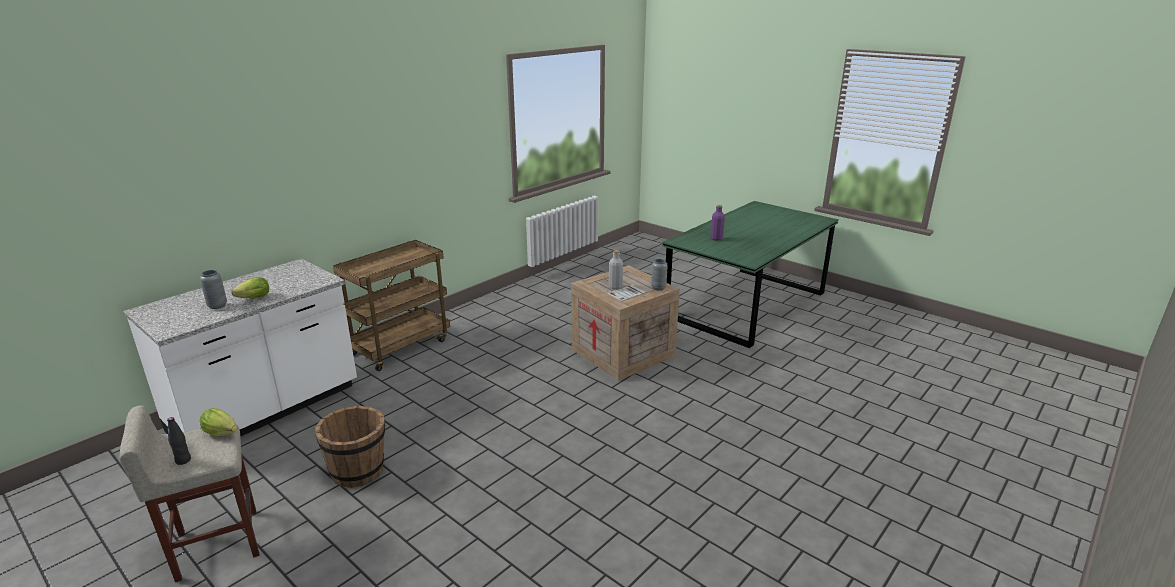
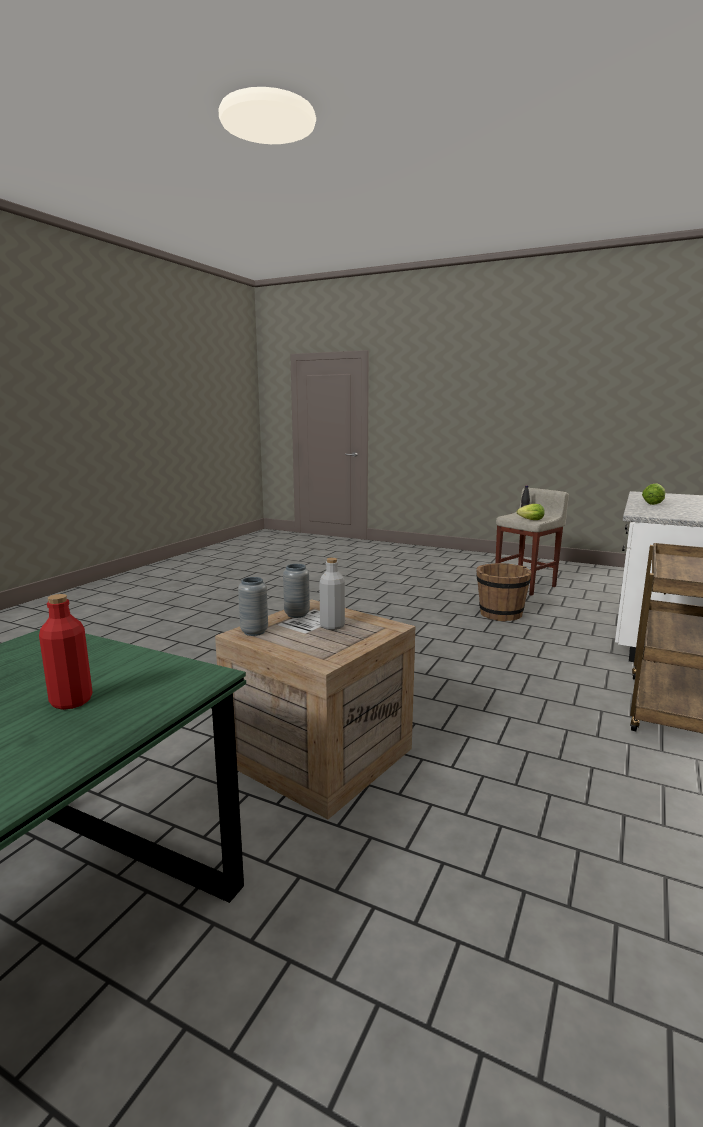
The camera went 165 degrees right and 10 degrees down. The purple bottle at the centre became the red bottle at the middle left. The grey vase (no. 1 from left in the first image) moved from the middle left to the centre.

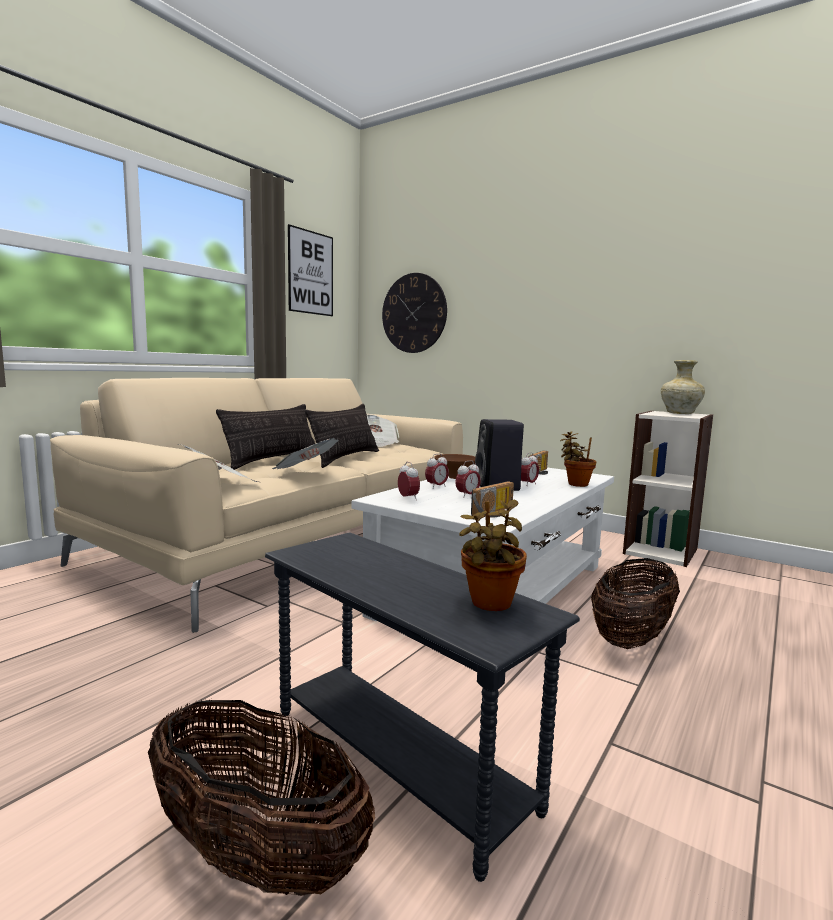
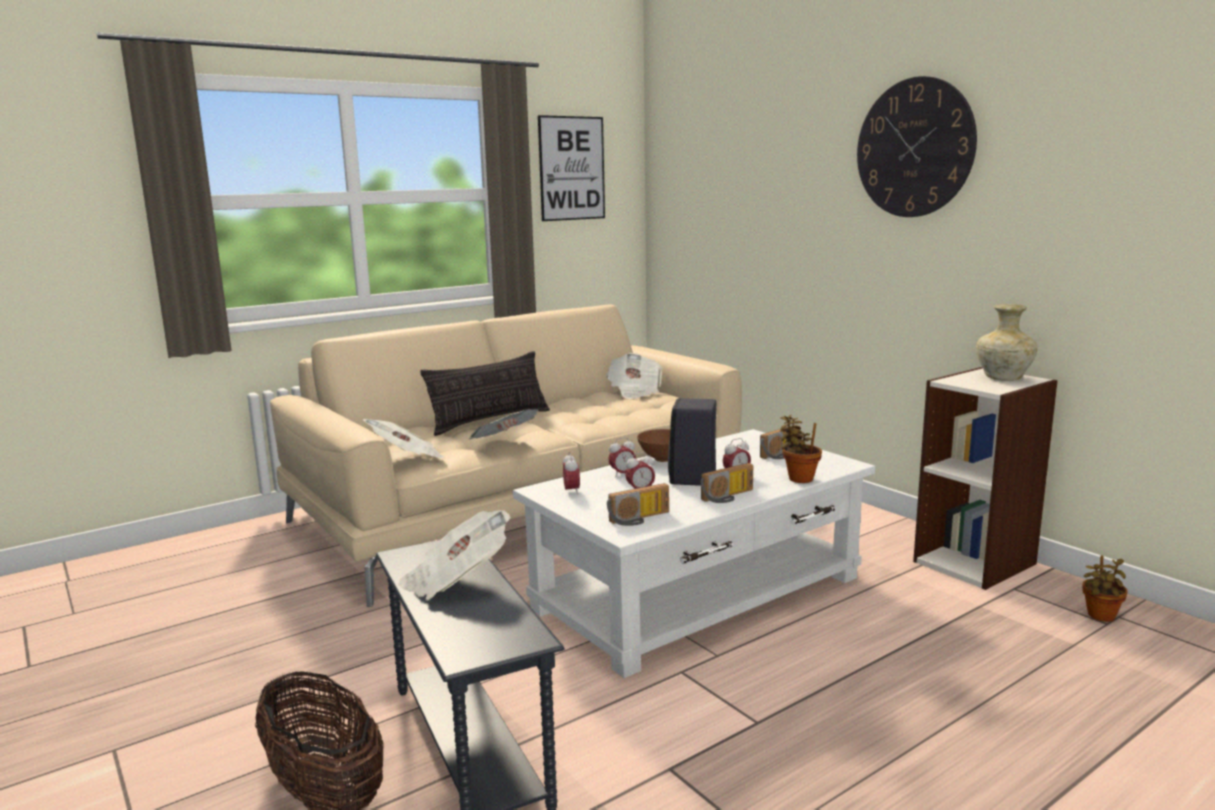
The camera went 20 degrees right and 5 degrees up. The wall clock moved from the centre to the top right. The pillow (no. 2 from left) at the centre disappeared. The potted plant (no. 1 from left in the first image) moved from the centre to the bottom right. The basket (no. 2 from left) at the middle right disappeared. The radio (no. 2 from left) at the centre appeared. The newspaper (no. 2 from left) at the bottom centre appeared.

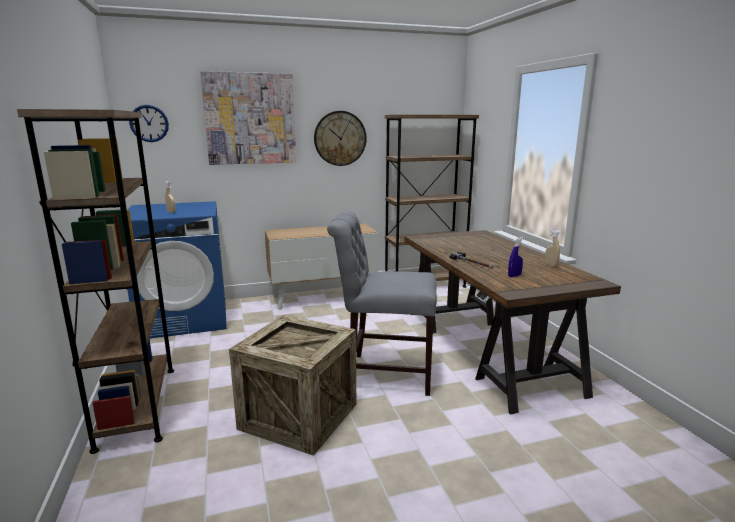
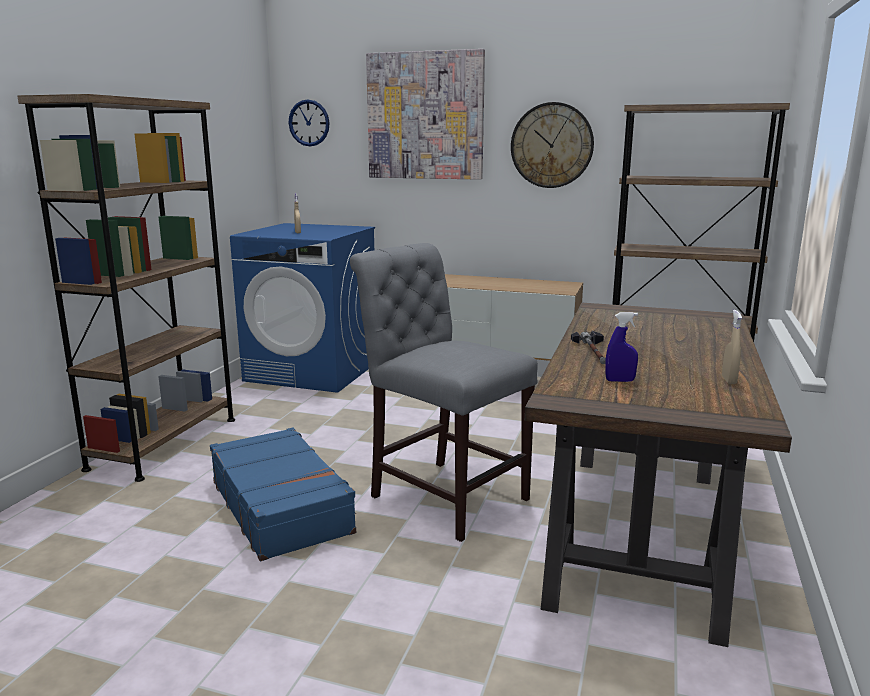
The camera went 35 degrees right and 0 degrees up. The crate at the bottom centre was replaced by the blue suitcase at the bottom left.

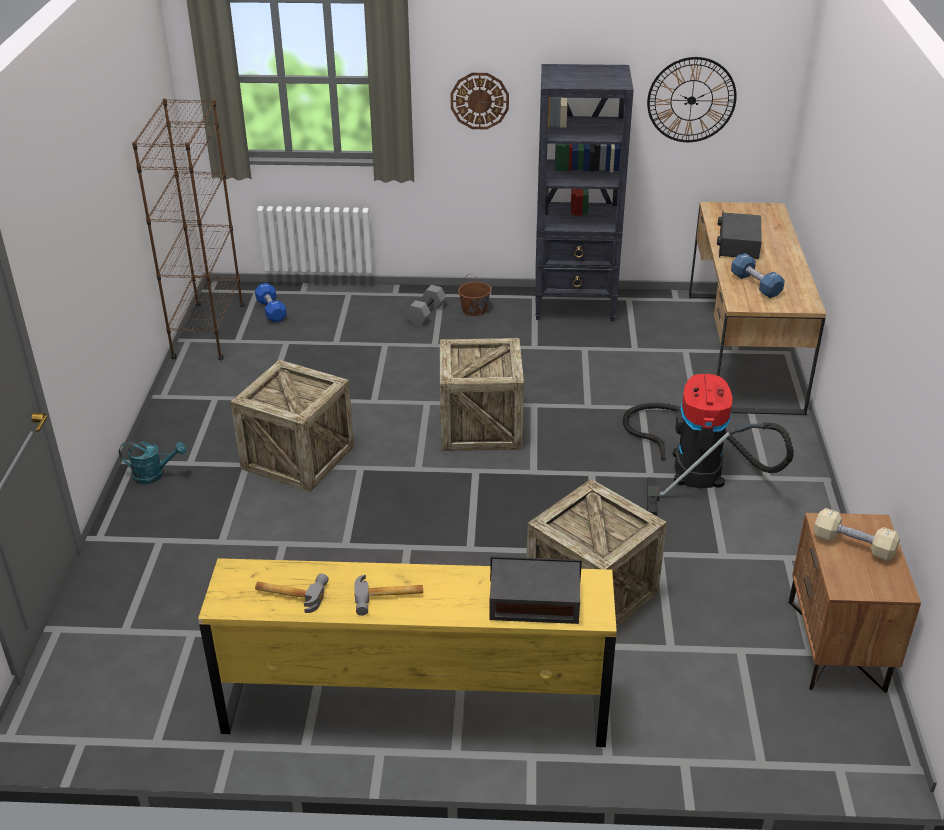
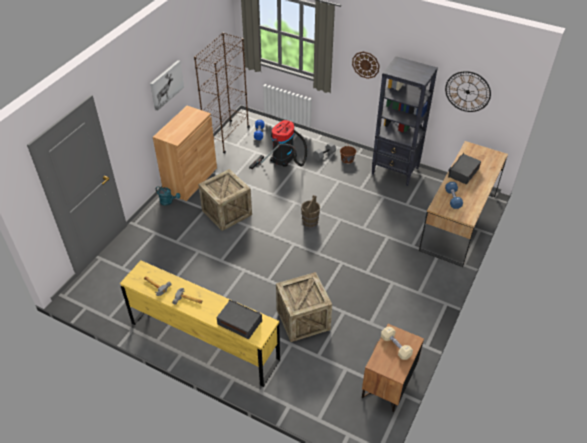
The camera went 25 degrees right and 10 degrees up. The crate (no. 2 from left) at the centre was replaced by the brown bucket (no. 1 from left) at the centre. The vacuum cleaner moved from the middle right to the top centre. The picture at the top left appeared. The brown cabinet at the middle left appeared.

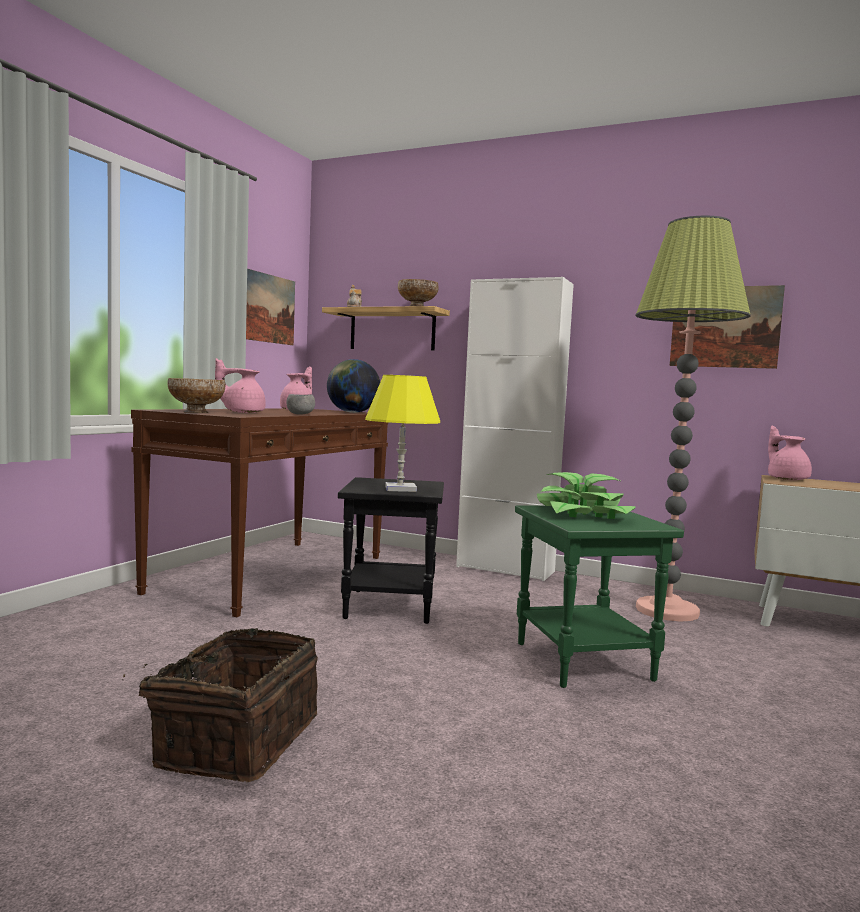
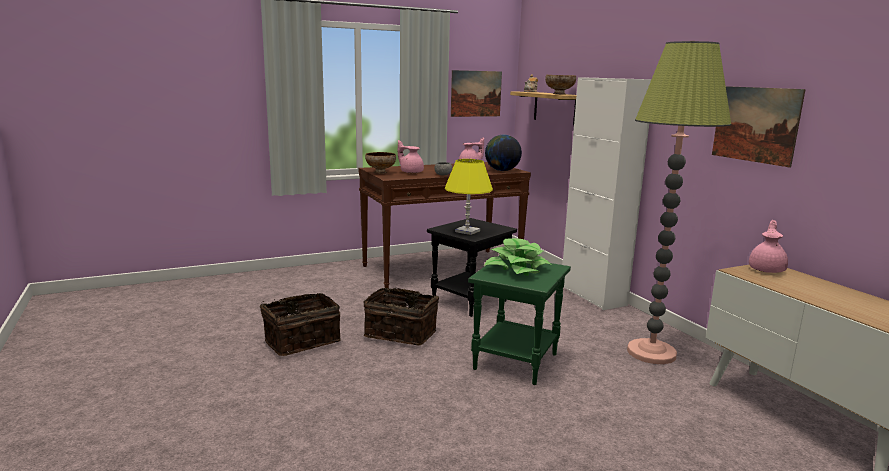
The camera went 40 degrees right and 10 degrees up. The basket (no. 2 from left) at the bottom centre appeared.

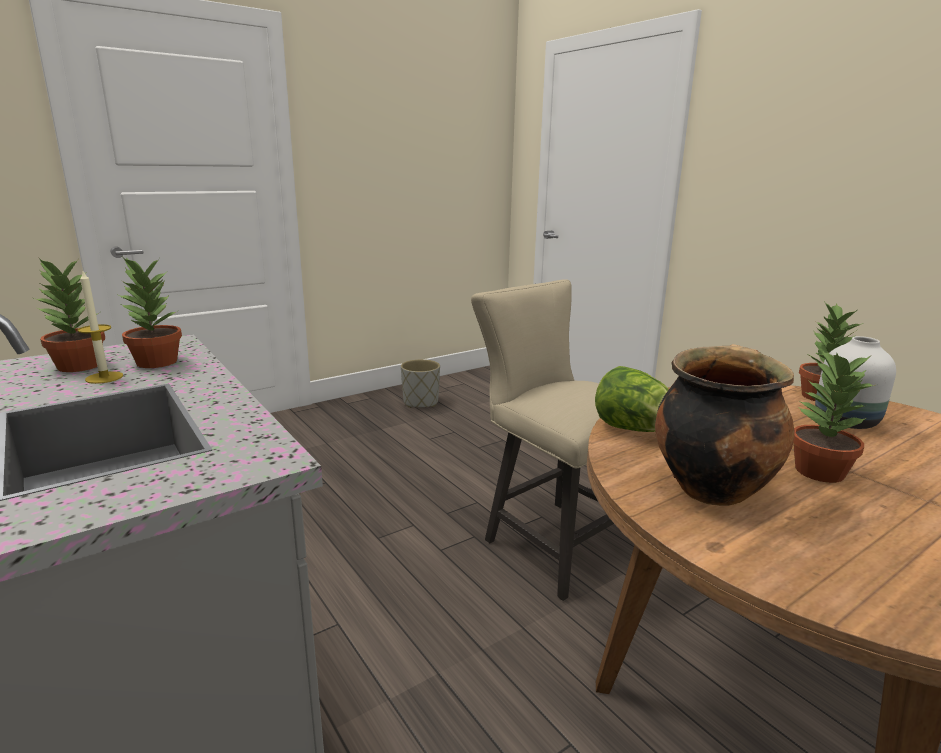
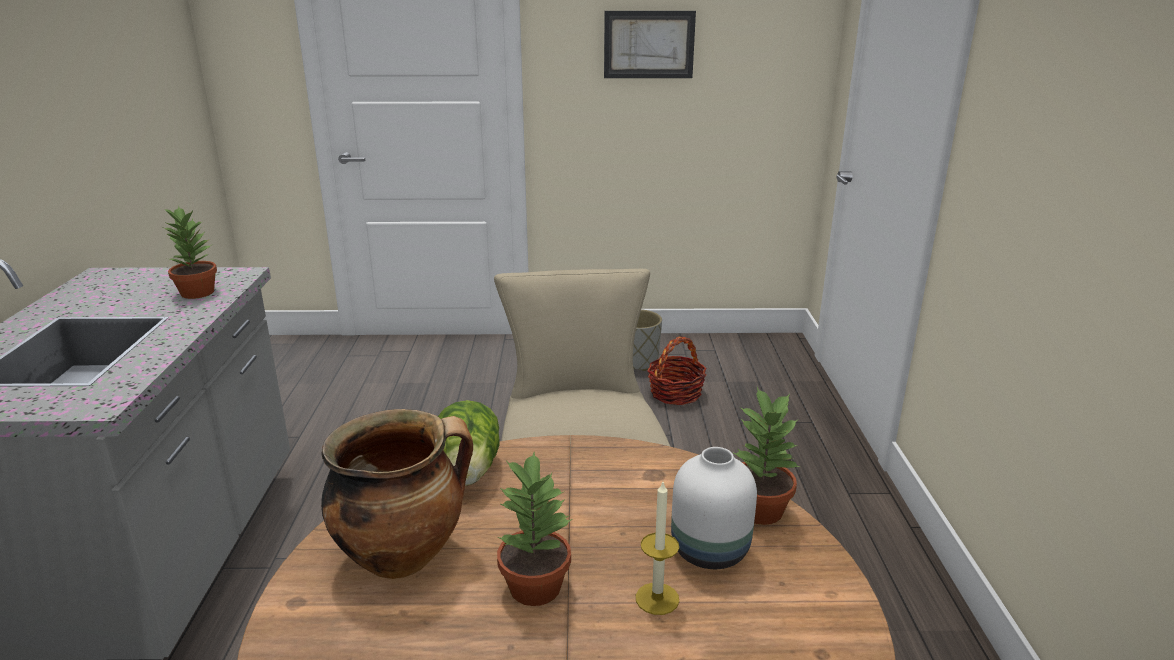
The camera went 35 degrees right and 5 degrees up. The potted plant (no. 1 from left) at the middle left disappeared. The candle moved from the middle left to the bottom centre. The picture at the top centre appeared. The basket at the centre appeared.

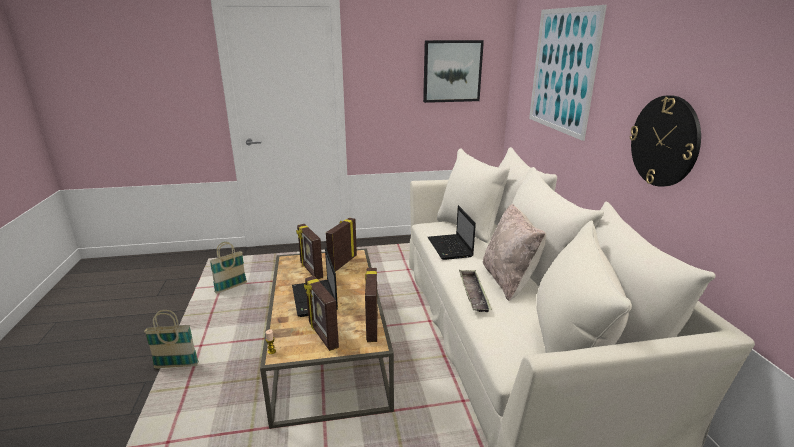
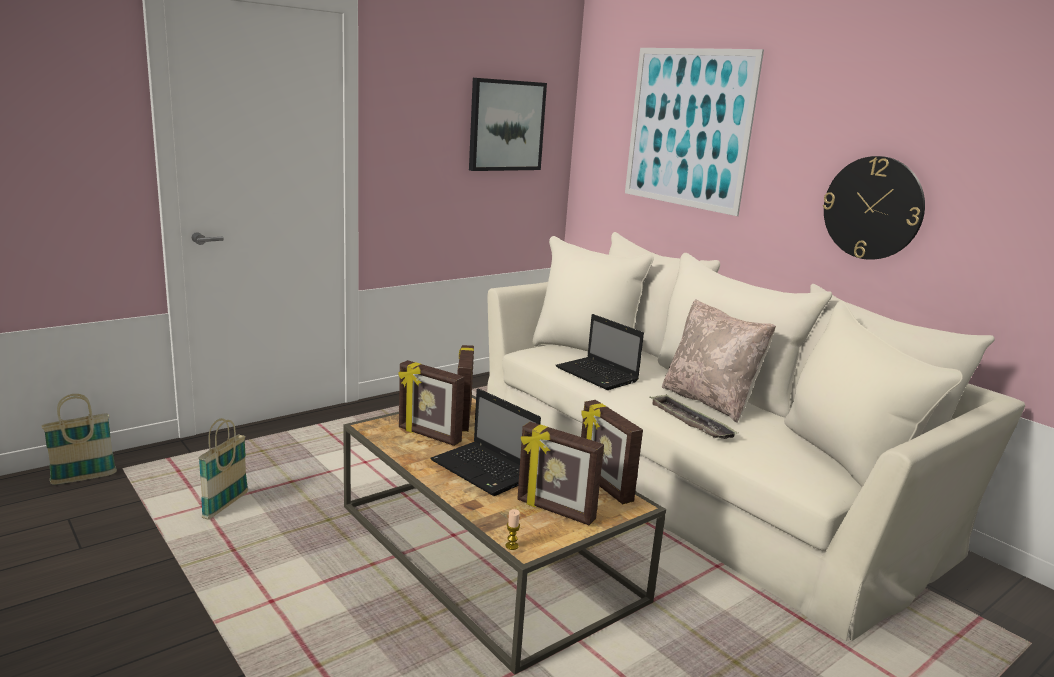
The camera went 30 degrees left and 5 degrees down. The basket (no. 1 from left) moved from the bottom left to the middle left.

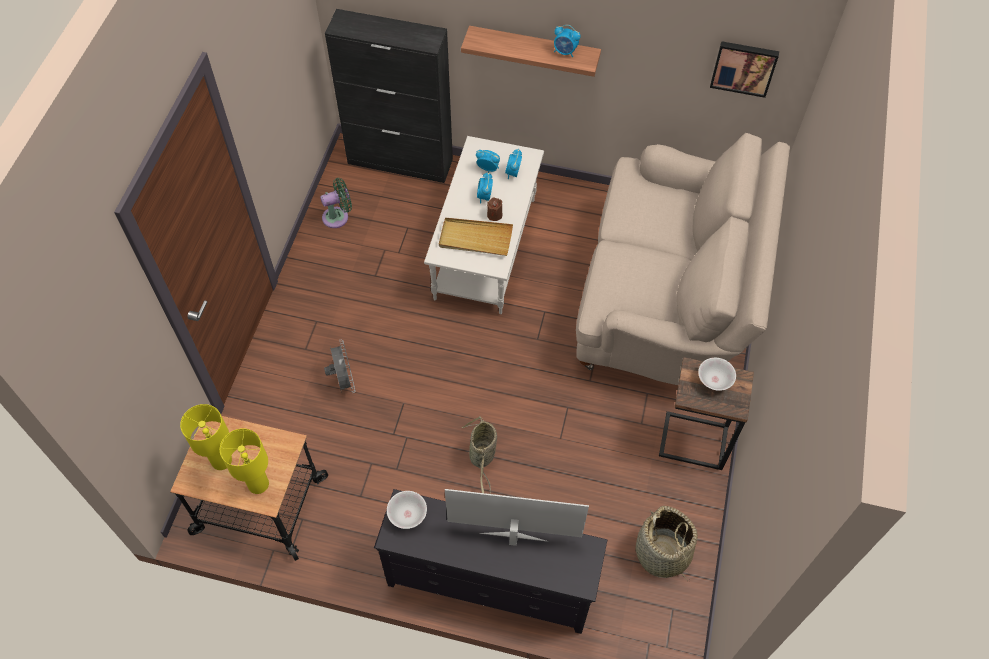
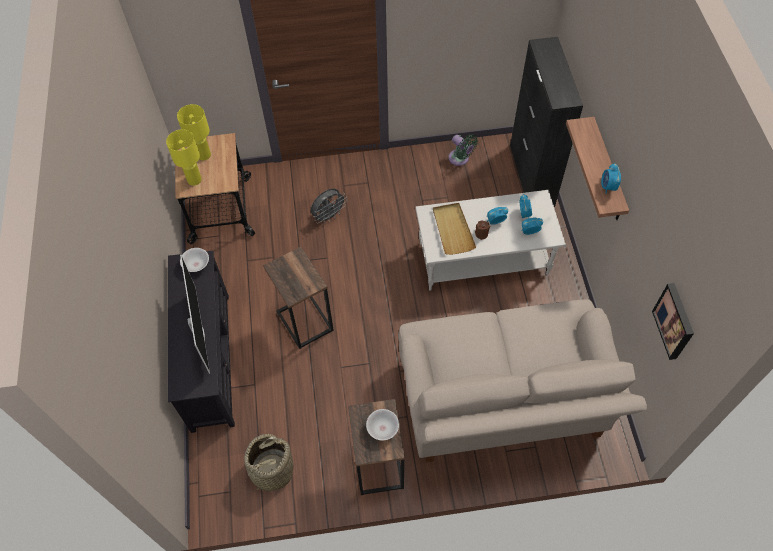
The camera went 70 degrees right and 0 degrees up. The basket (no. 1 from left) at the bottom centre was replaced by the side table (no. 1 from left) at the centre.

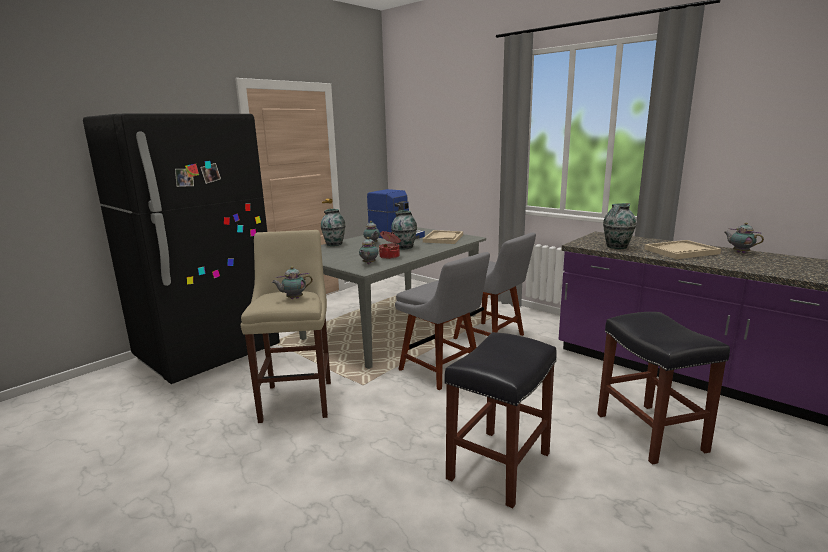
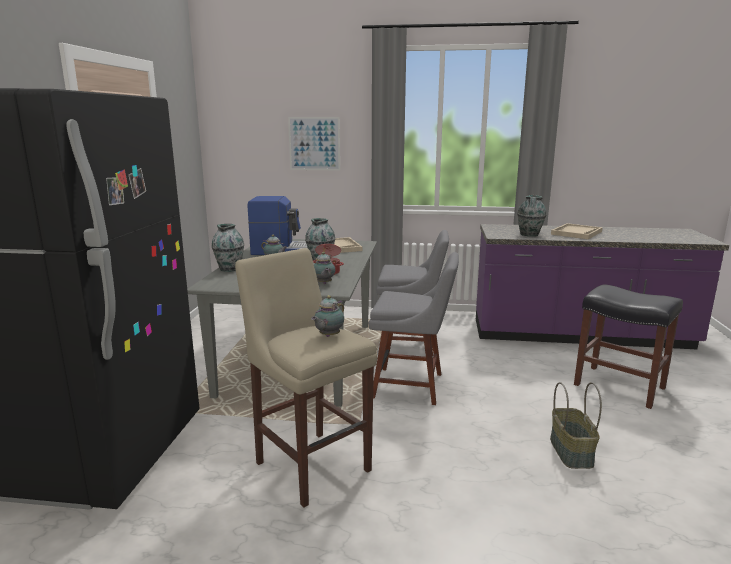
The camera went 35 degrees left and 0 degrees up. The teapot (no. 4 from left) at the middle right disappeared. The black stool (no. 1 from left) at the bottom centre was replaced by the basket at the bottom right. The picture at the top centre appeared.

